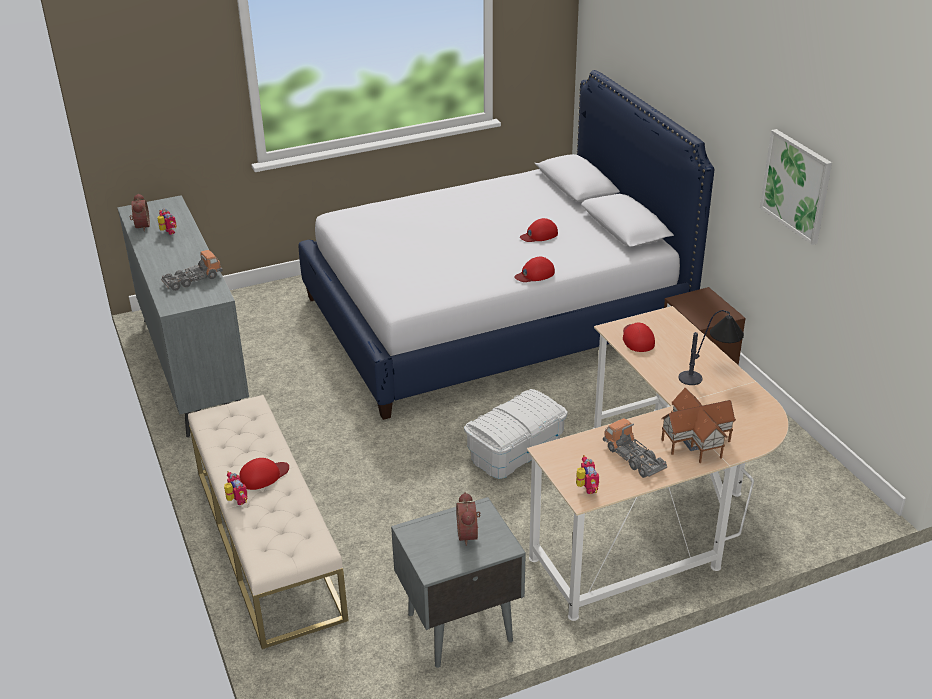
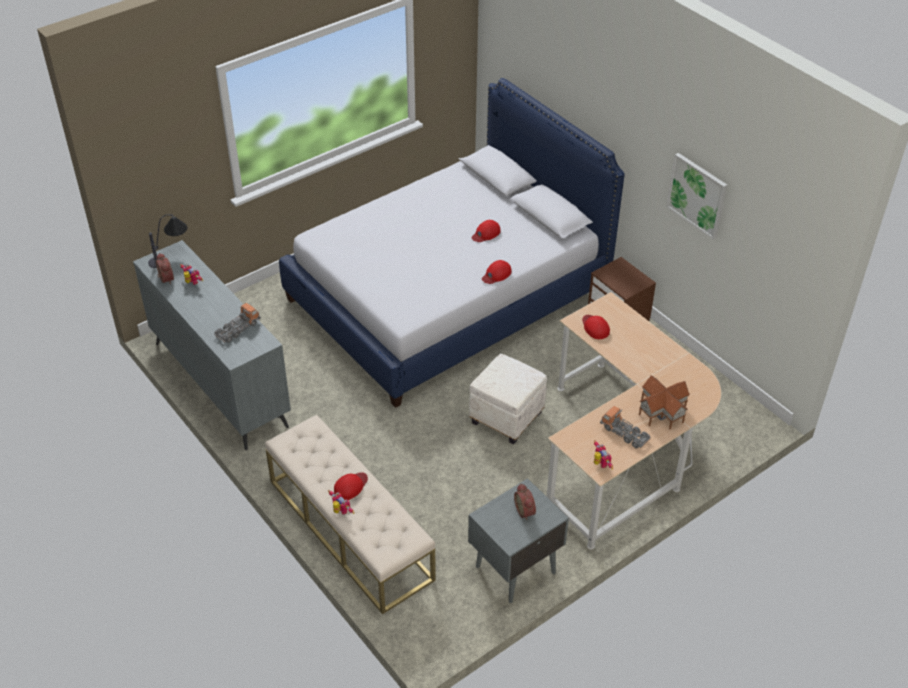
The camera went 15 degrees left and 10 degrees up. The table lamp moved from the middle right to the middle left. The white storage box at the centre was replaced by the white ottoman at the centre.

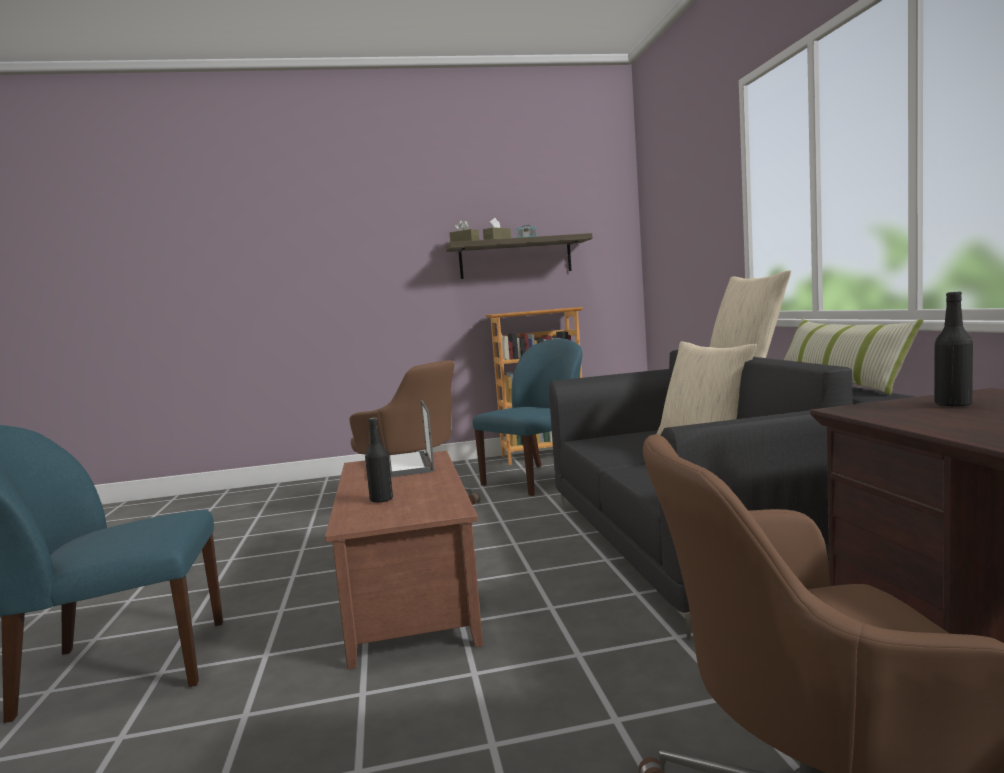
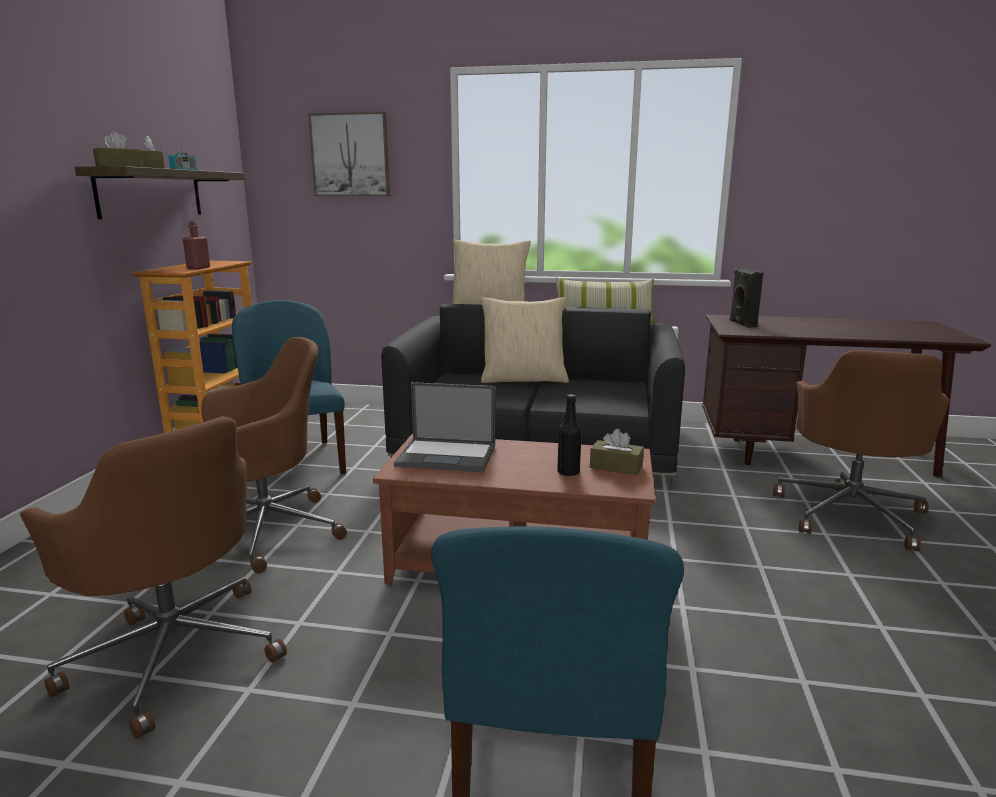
The camera went 70 degrees left and 10 degrees up. The black bottle (no. 2 from left) at the middle right was replaced by the black speaker at the middle right. The picture at the top centre appeared. The red bottle at the top left appeared. The brown office chair (no. 1 from left) at the bottom left appeared. The brown tissue box (no. 3 from left) at the centre appeared.

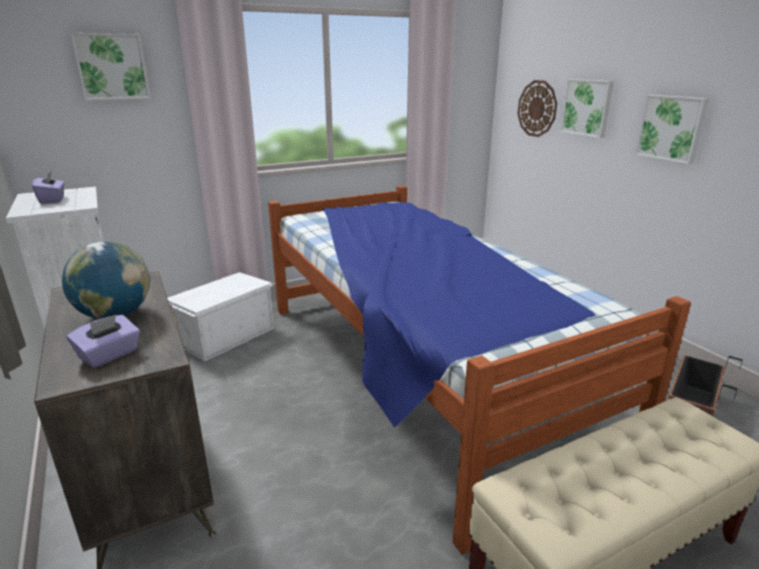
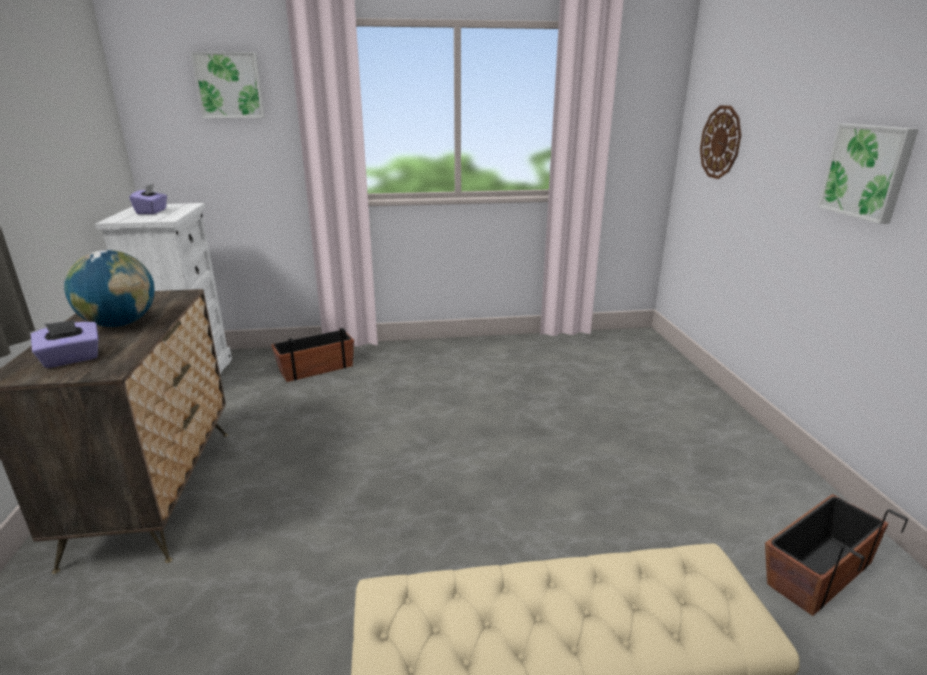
The camera went 20 degrees right and 0 degrees up. The picture (no. 2 from left) at the top right disappeared. The bed at the centre disappeared. The white storage box at the middle left was replaced by the planter (no. 1 from left) at the centre.

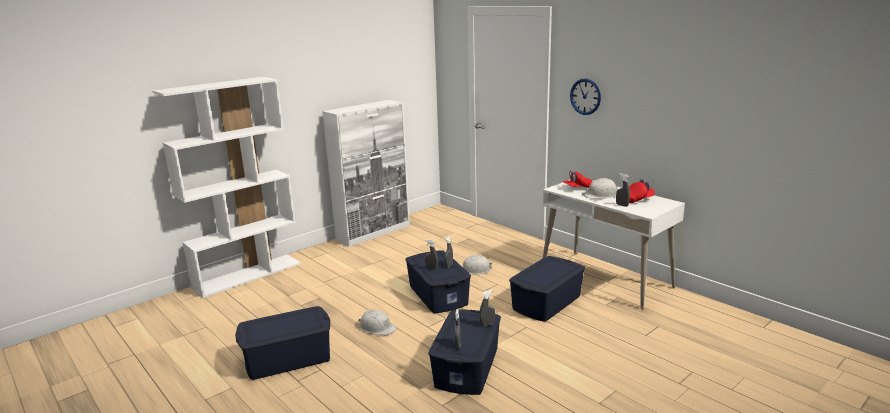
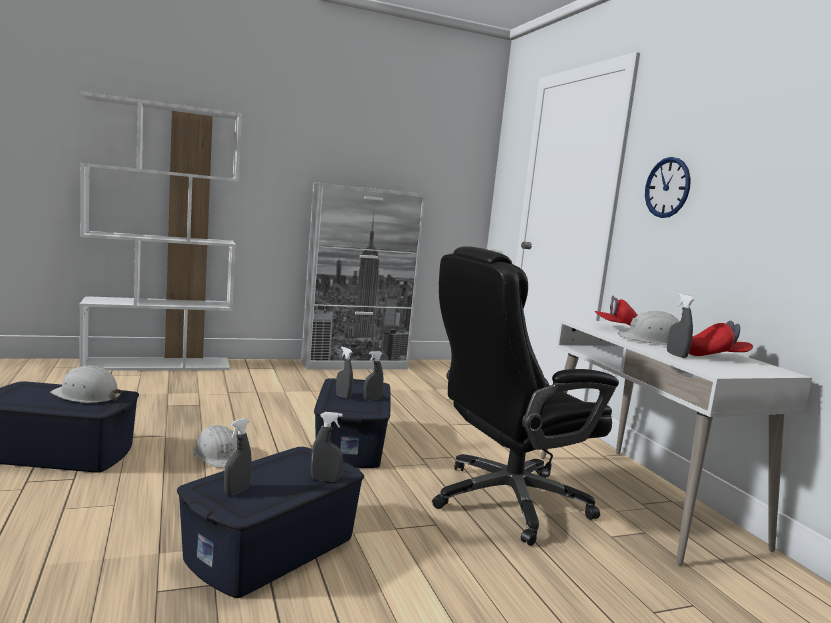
The camera went 20 degrees right and 10 degrees down. The white hard hat (no. 2 from left in the first image) moved from the centre to the middle left. The blue storage box (no. 4 from left) at the bottom centre was replaced by the black office chair at the centre.

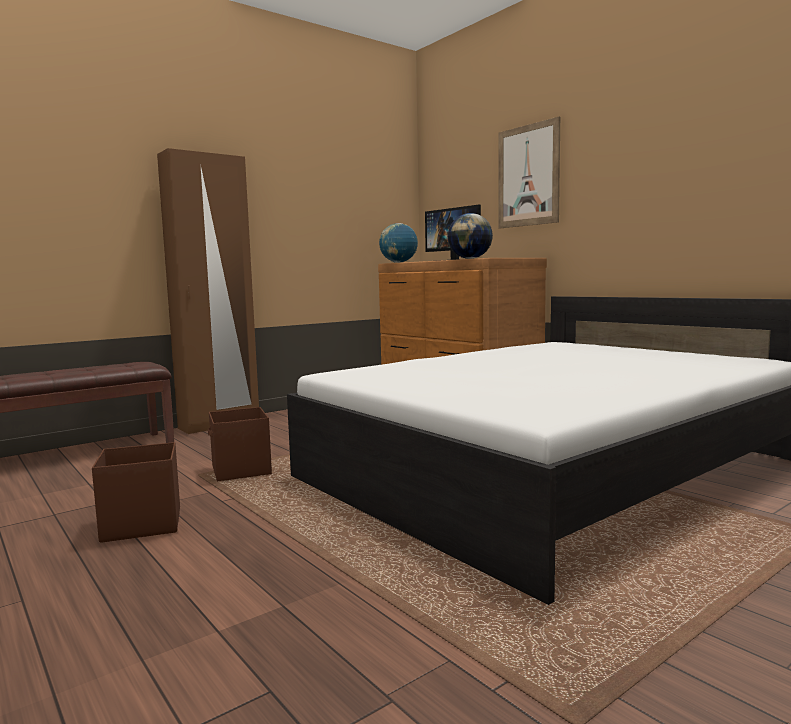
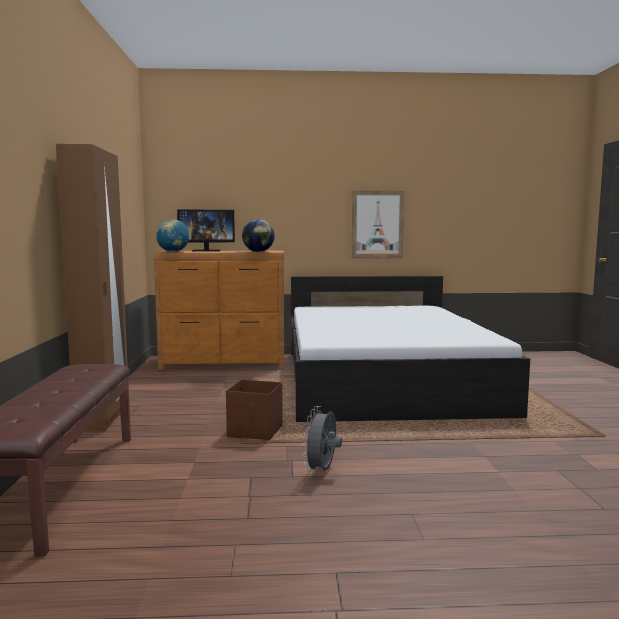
The camera went 55 degrees left and 0 degrees up. The picture moved from the top right to the centre. The brown storage box (no. 1 from left) at the bottom left was replaced by the grey fan at the bottom centre.

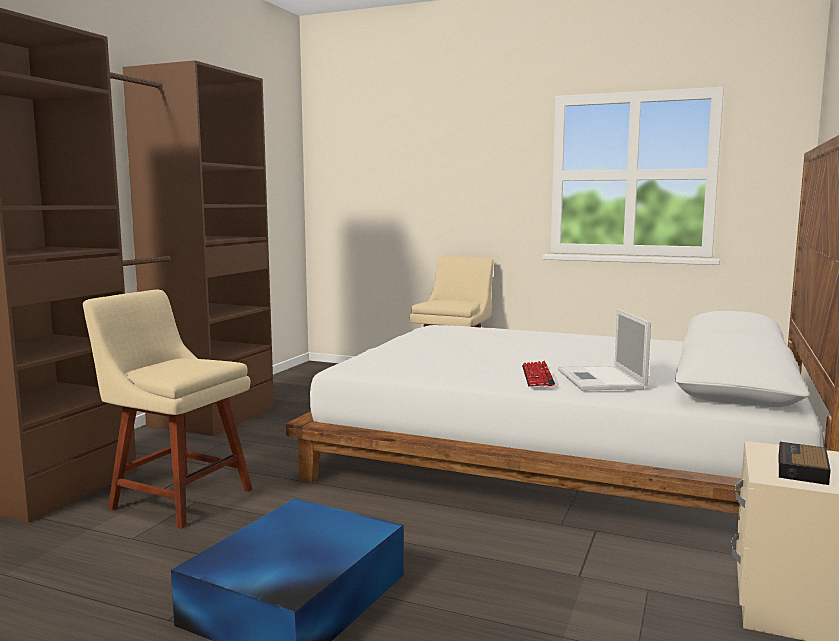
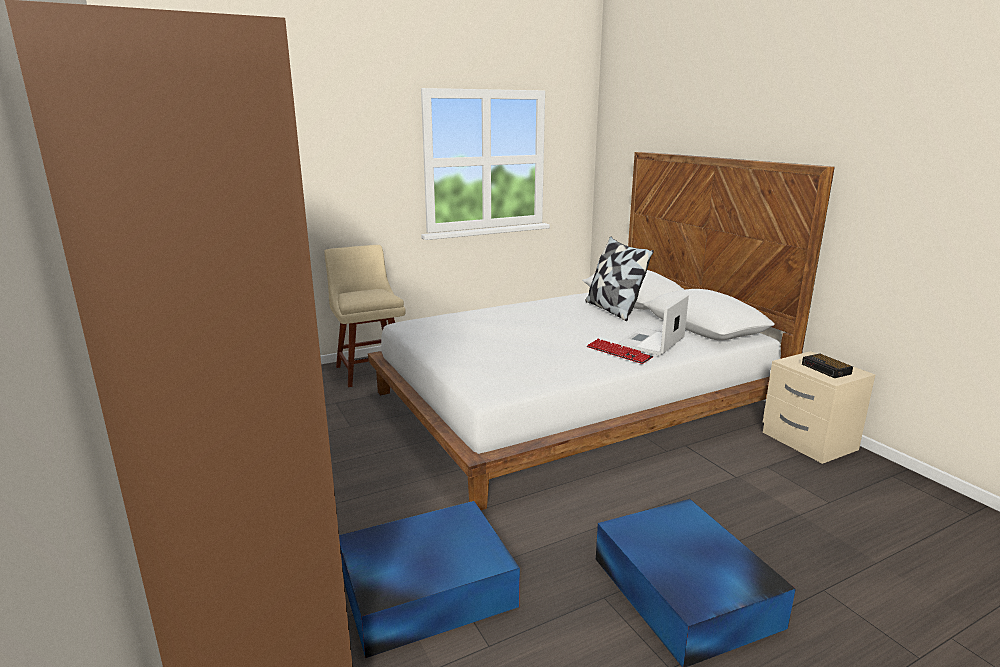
The camera went 50 degrees left and 10 degrees up. The beige chair (no. 1 from left) at the middle left was replaced by the blue storage box (no. 1 from left) at the bottom centre. The laptop at the middle right turned 90 degrees clockwise. The pillow at the centre appeared.

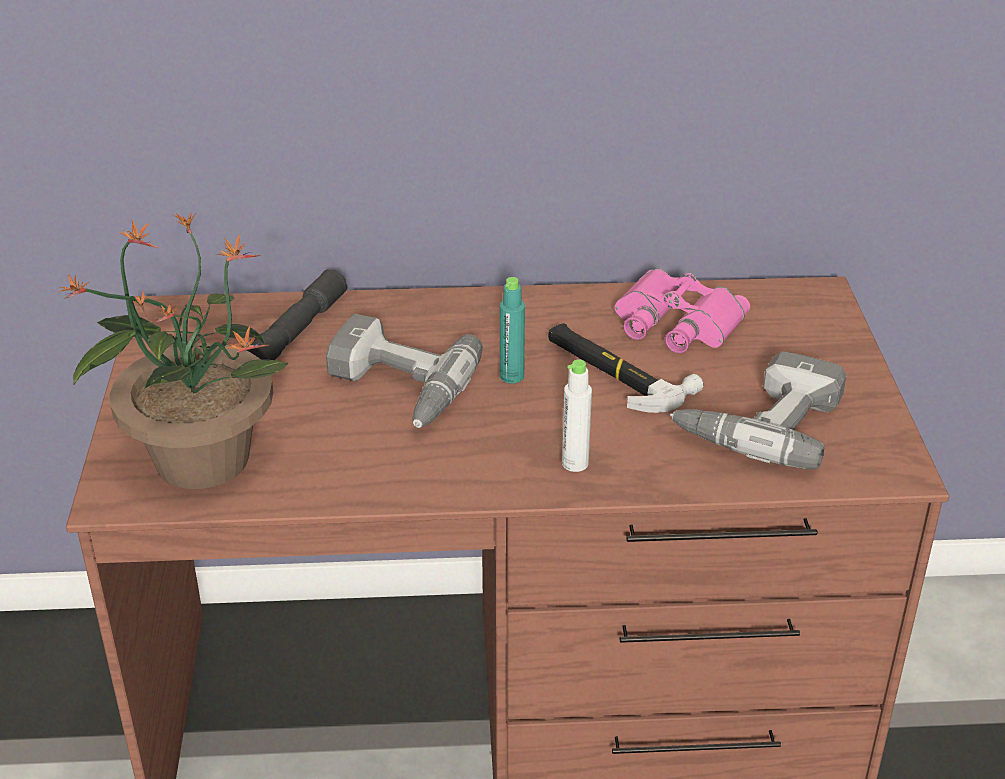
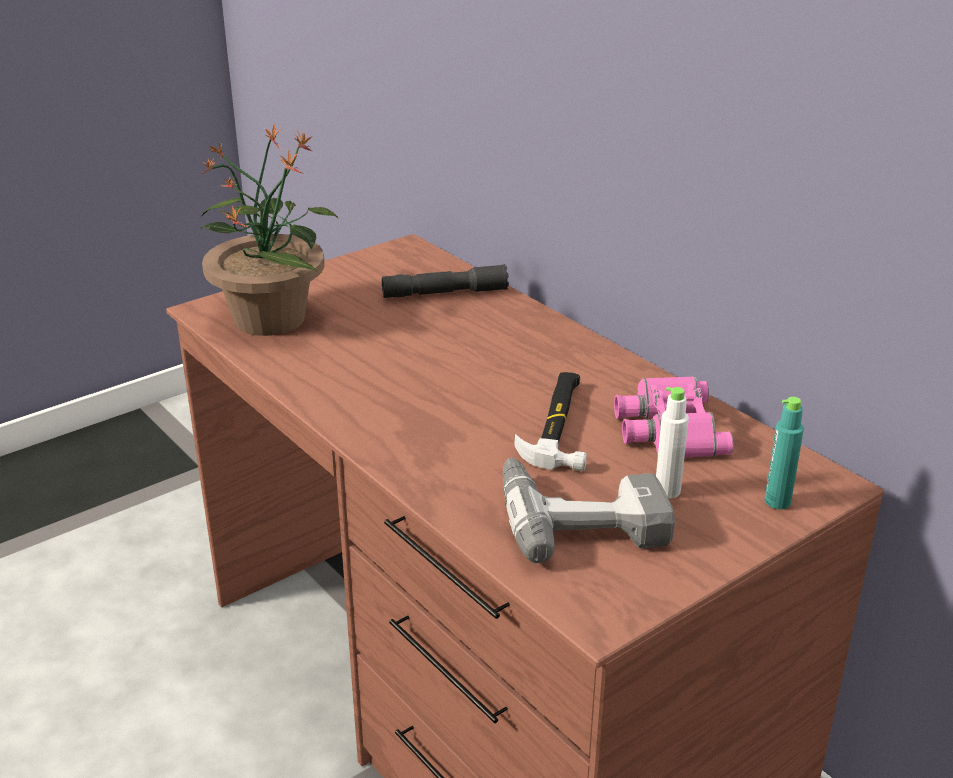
The camera went 55 degrees right and 5 degrees down. The turquoise bottle moved from the centre to the middle right. The power drill (no. 1 from left) at the centre disappeared. The white bottle moved from the centre to the middle right.

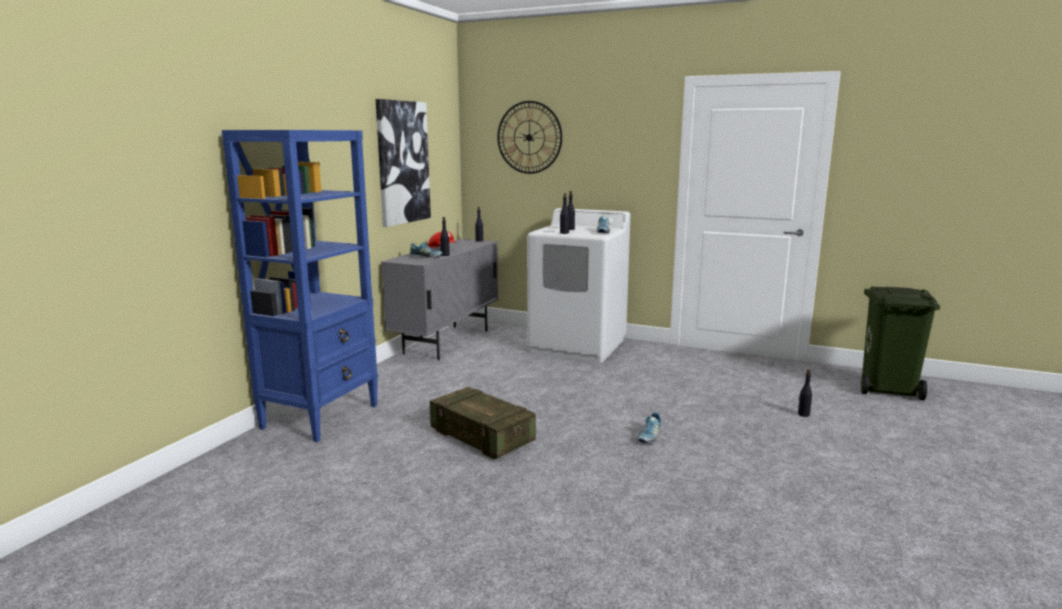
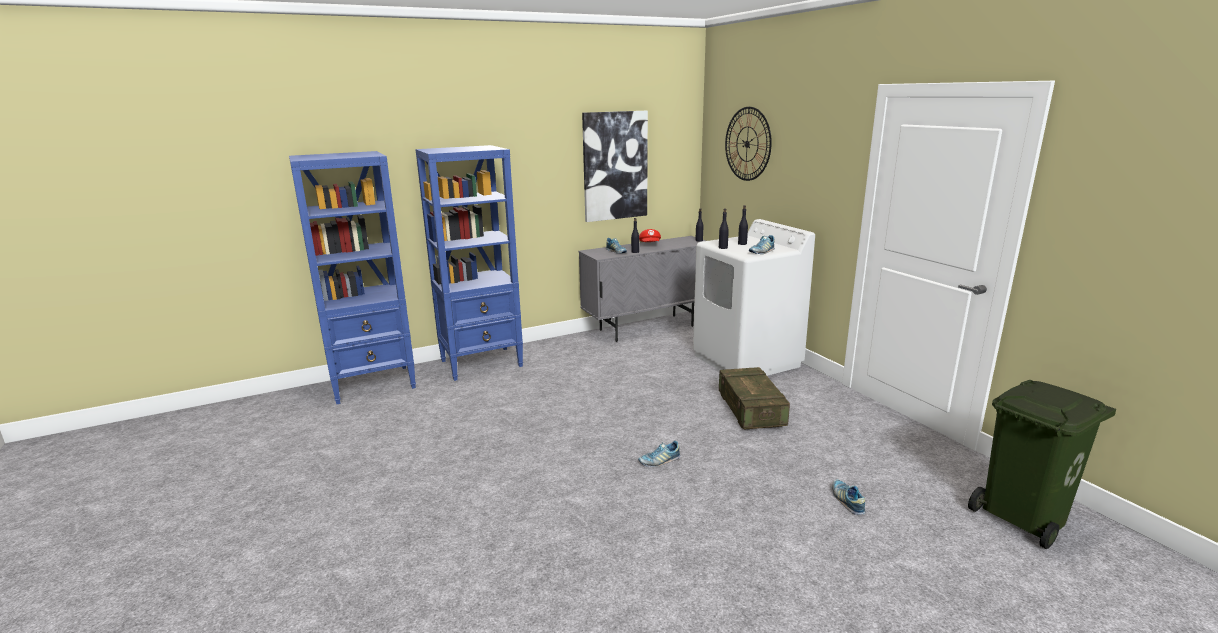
The camera went 40 degrees right and 5 degrees up. The black bottle (no. 5 from left) at the middle right was replaced by the shoe (no. 4 from left) at the bottom right. The crate moved from the bottom centre to the centre. The blue bookcase (no. 1 from left) at the middle left appeared.

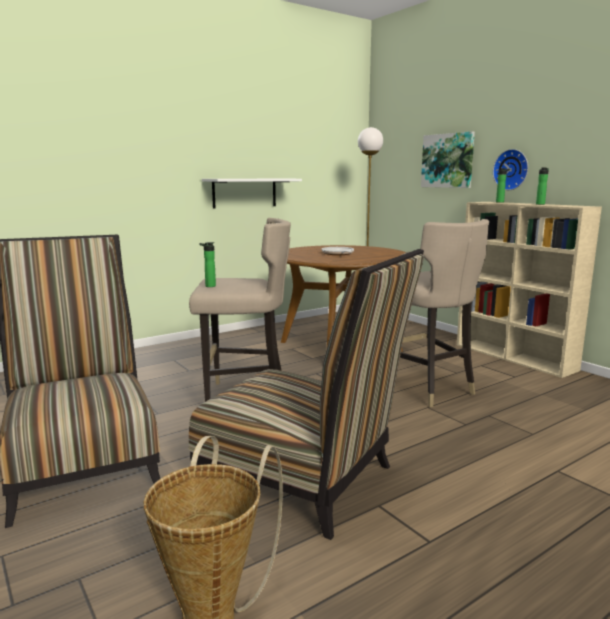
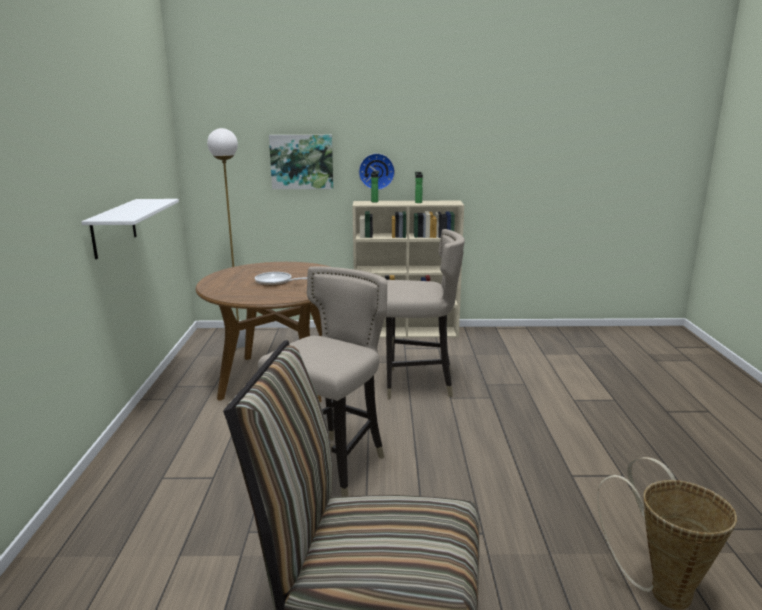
The camera went 55 degrees left and 5 degrees up. The bottle (no. 1 from left) at the centre disappeared. The chair (no. 2 from left) at the centre disappeared.

